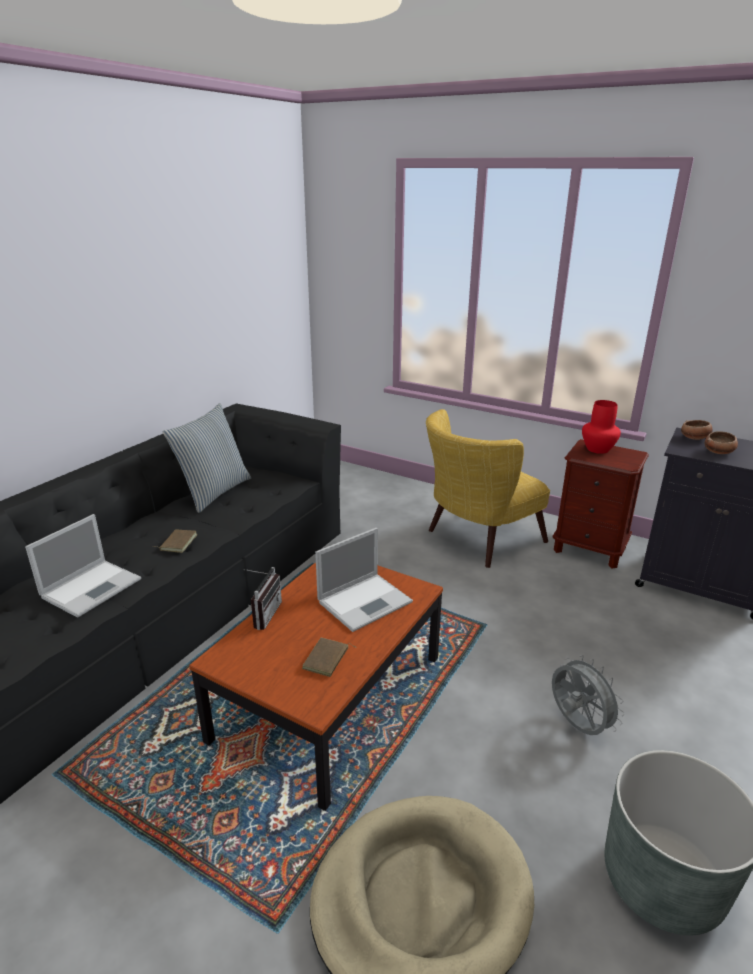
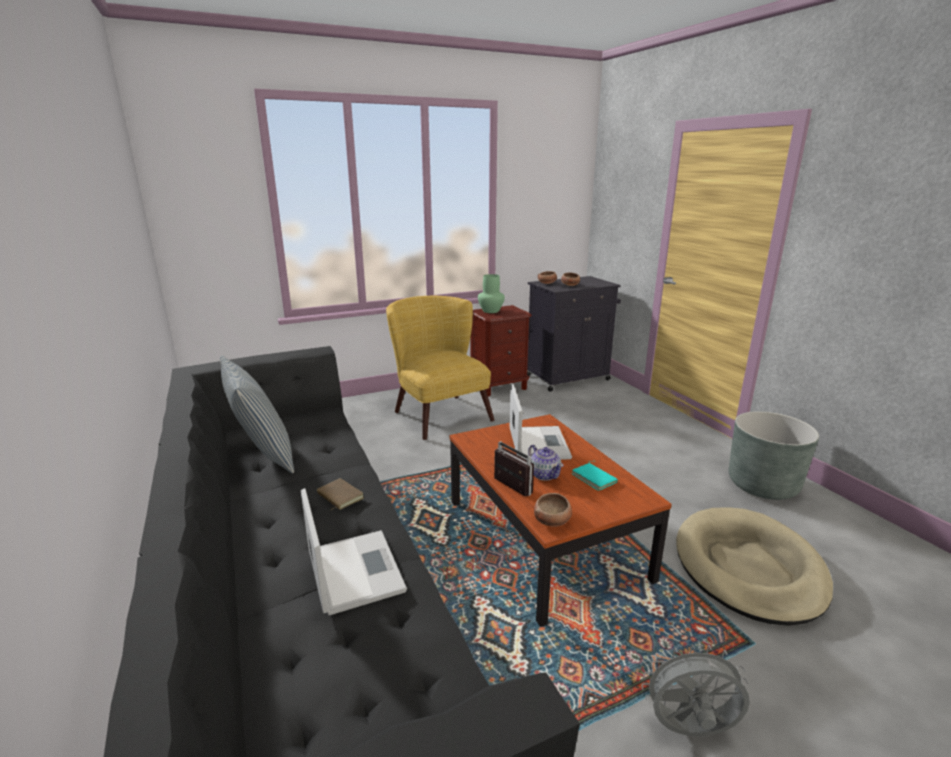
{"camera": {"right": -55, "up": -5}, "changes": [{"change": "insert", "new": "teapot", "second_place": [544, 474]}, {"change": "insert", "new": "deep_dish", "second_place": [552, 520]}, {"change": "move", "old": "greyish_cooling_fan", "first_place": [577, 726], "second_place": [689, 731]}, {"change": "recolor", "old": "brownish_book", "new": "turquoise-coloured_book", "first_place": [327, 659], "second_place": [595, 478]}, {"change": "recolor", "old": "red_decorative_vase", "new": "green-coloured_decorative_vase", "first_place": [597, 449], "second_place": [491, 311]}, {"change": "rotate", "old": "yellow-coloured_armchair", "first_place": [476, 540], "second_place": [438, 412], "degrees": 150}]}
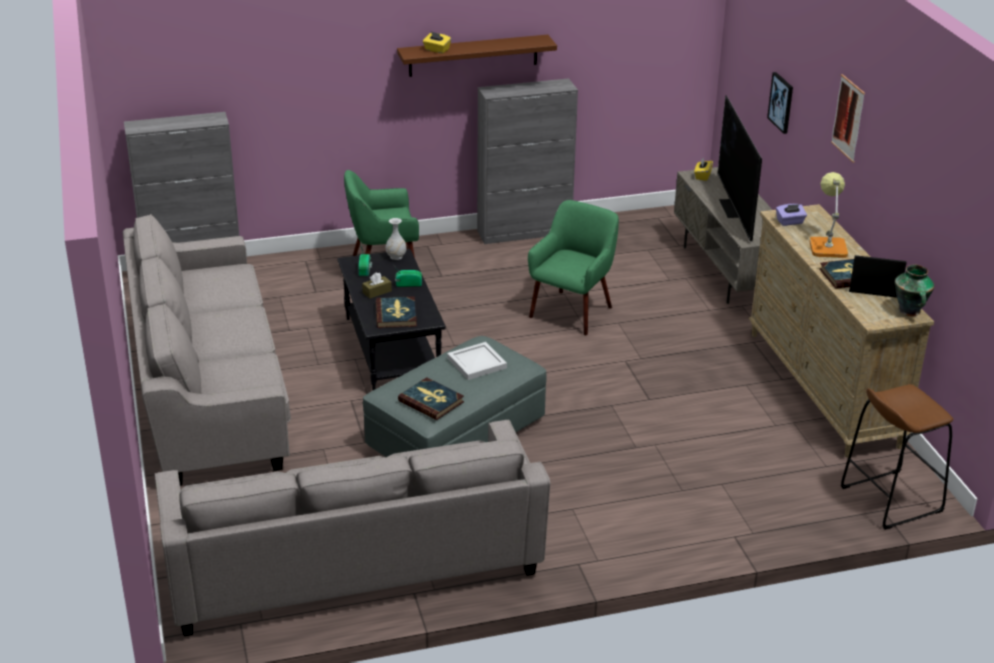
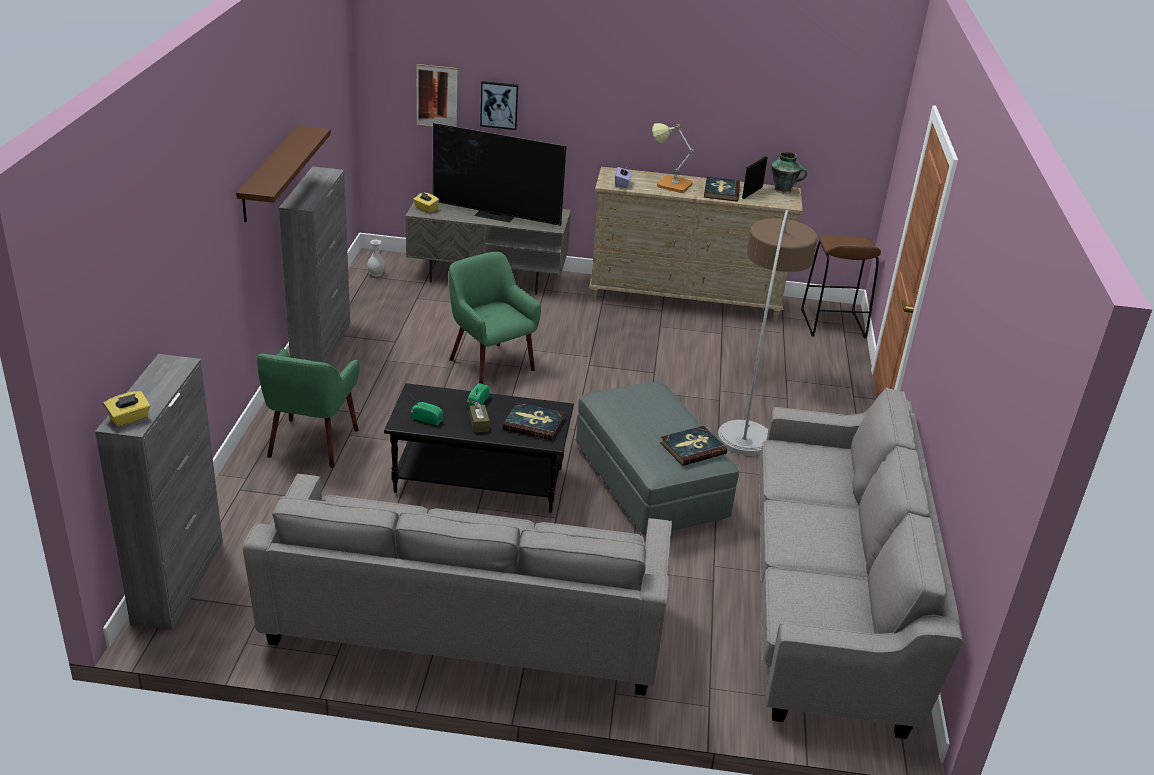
{"camera": {"right": -70, "up": 0}, "changes": [{"change": "delete", "old": "white-coloured_tray", "first_place": [478, 363]}, {"change": "insert", "new": "standard_lamp", "second_place": [753, 400]}, {"change": "move", "old": "white-coloured_decorative_vase", "first_place": [396, 256], "second_place": [376, 274]}, {"change": "move", "old": "yellow-coloured_tissue_box", "first_place": [436, 50], "second_place": [129, 419]}, {"change": "move", "old": "wall_picture", "first_place": [848, 118], "second_place": [436, 96]}]}
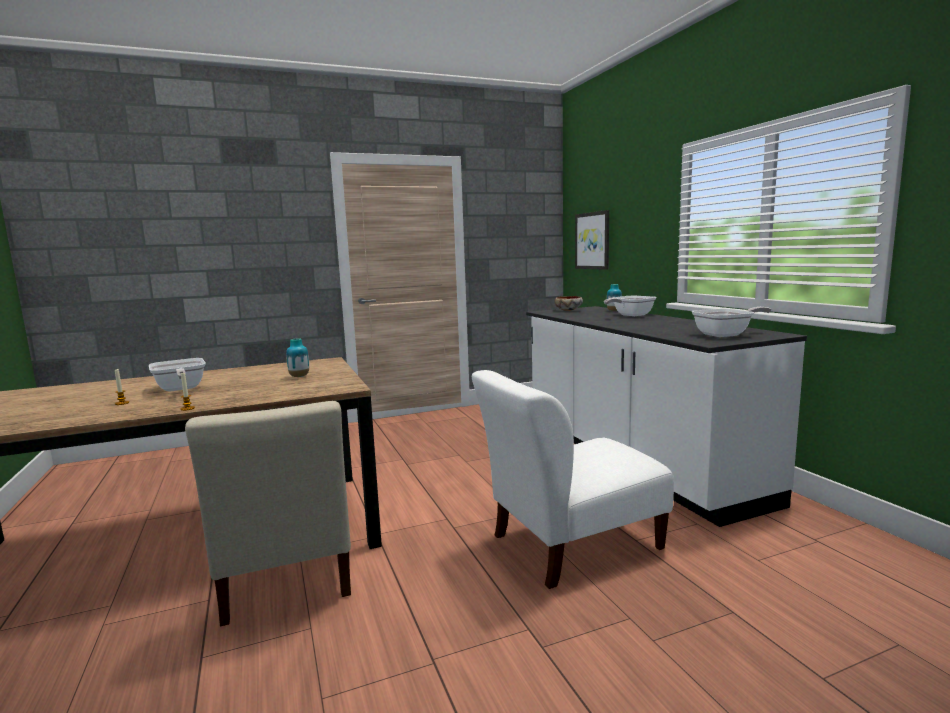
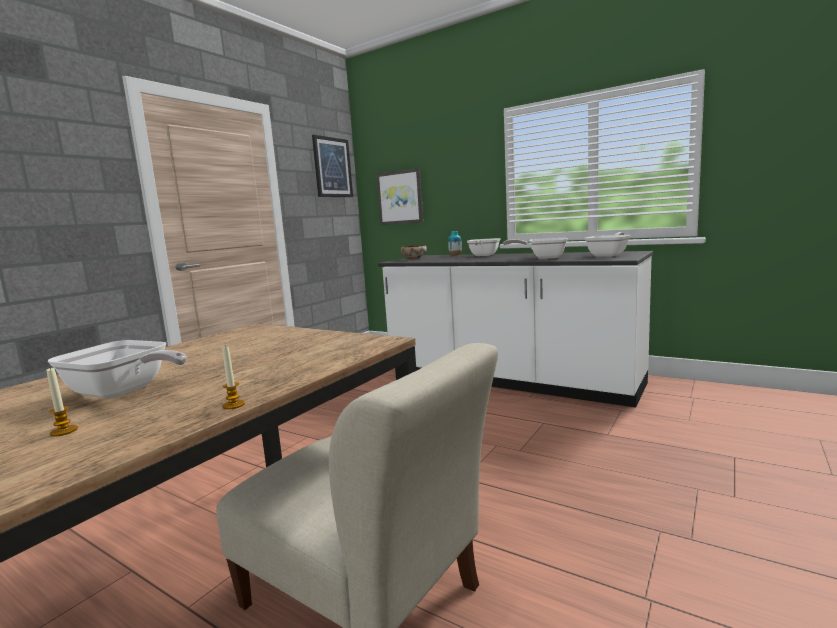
{"camera": {"right": -35, "up": 0}, "changes": [{"change": "delete", "old": "decorative_vase", "first_place": [299, 376]}, {"change": "delete", "old": "white-coloured_chair", "first_place": [570, 545]}, {"change": "insert", "new": "wall_picture", "second_place": [332, 167]}, {"change": "insert", "new": "frying_pan", "second_place": [543, 258]}]}
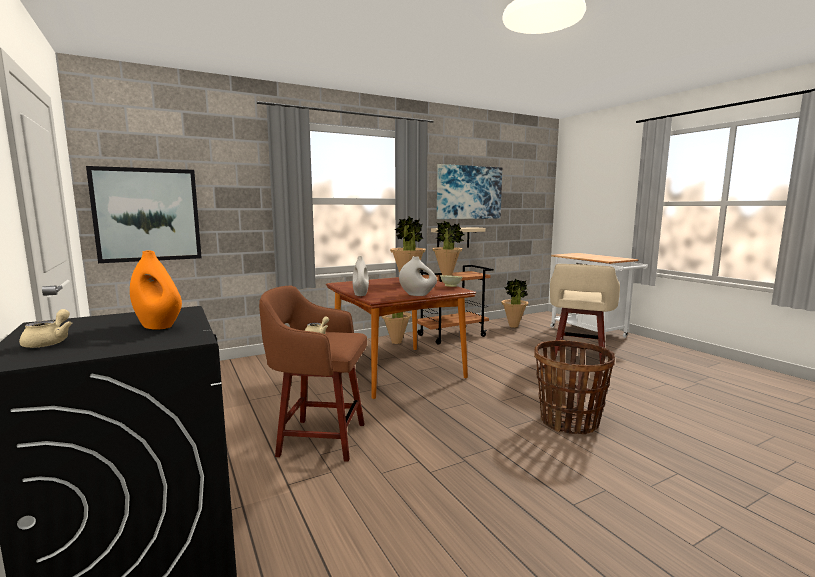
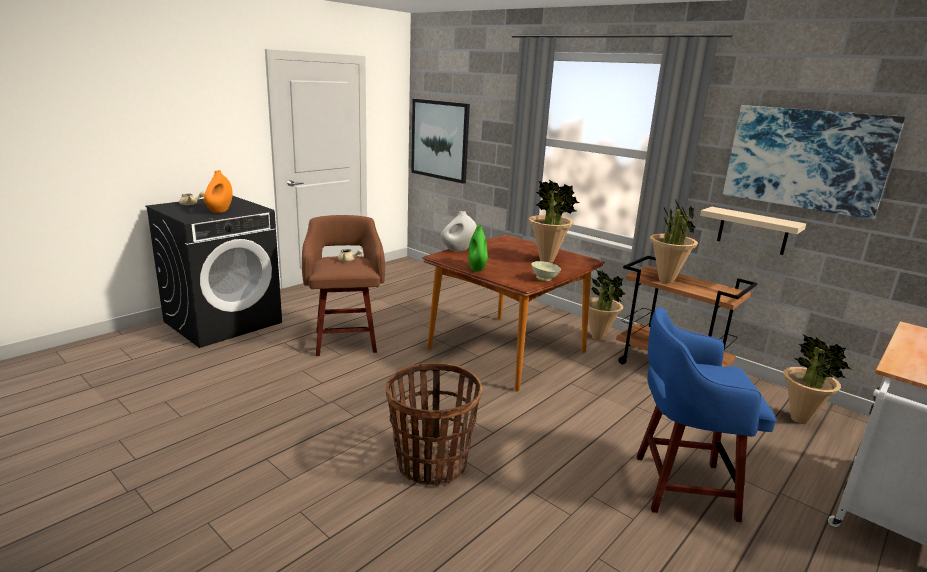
{"camera": {"right": 70, "up": 10}, "changes": [{"change": "recolor", "old": "white-coloured_decorative_vase", "new": "green-coloured_decorative_vase", "first_place": [417, 294], "second_place": [477, 268]}, {"change": "recolor", "old": "sand-coloured_sitting_stool", "new": "blue-coloured_sitting_stool", "first_place": [578, 360], "second_place": [680, 486]}]}
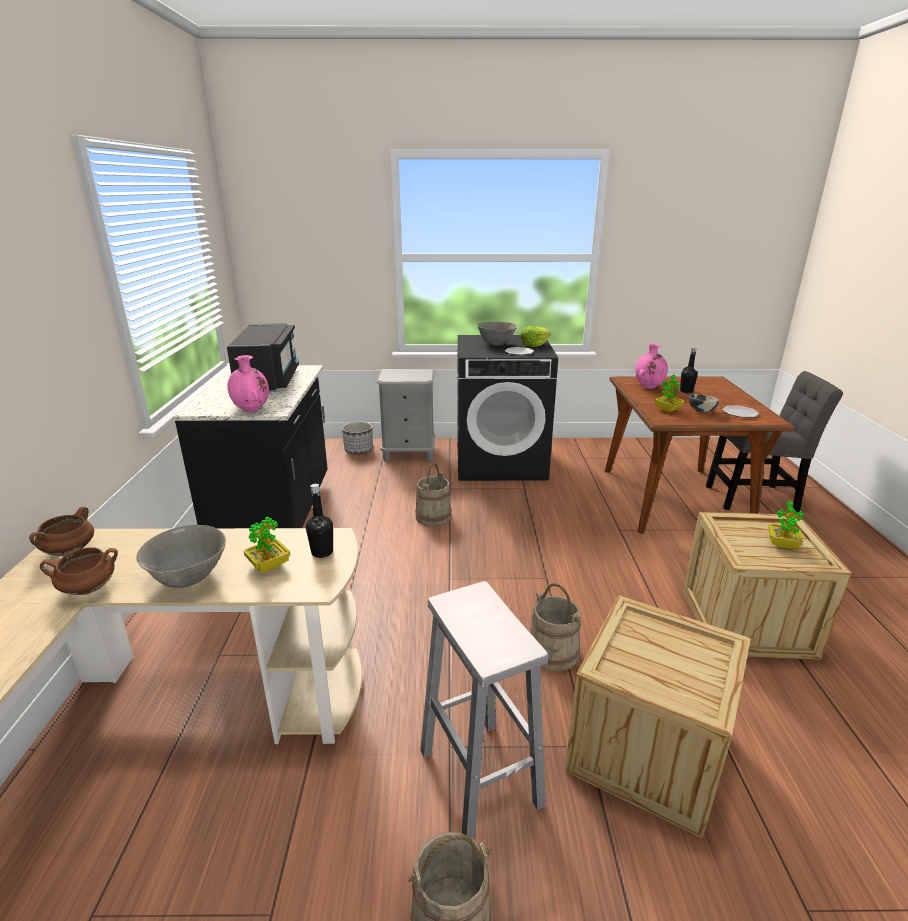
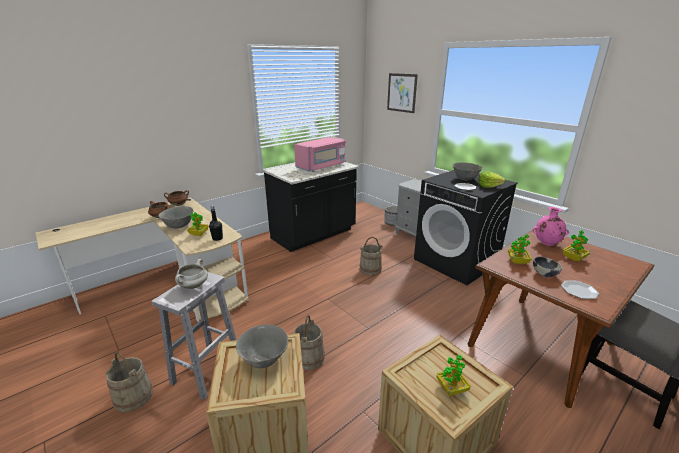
{"camera": {"right": 50, "up": 0}, "changes": [{"change": "delete", "old": "pinkish_decorative_vase", "first_place": [252, 410]}, {"change": "insert", "new": "white-coloured_saucepot", "second_place": [193, 286]}, {"change": "insert", "new": "greyish_deep_dish", "second_place": [264, 359]}, {"change": "insert", "new": "wall_picture", "second_place": [401, 92]}, {"change": "replace", "old": "blackish_drink_bottle", "new": "plant_in_a_pot", "first_place": [686, 391], "second_place": [573, 258]}, {"change": "recolor", "old": "blackish_kitchen_microwave", "new": "pinkish_kitchen_microwave", "first_place": [268, 381], "second_place": [321, 166]}]}
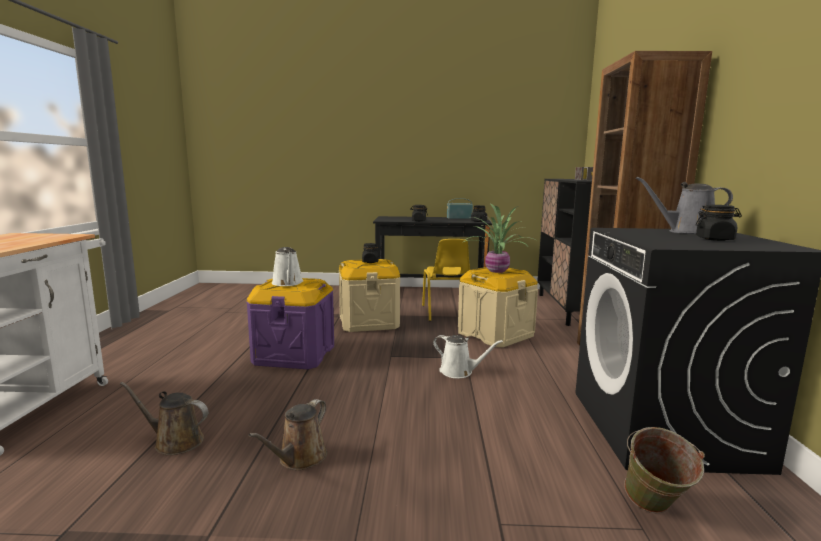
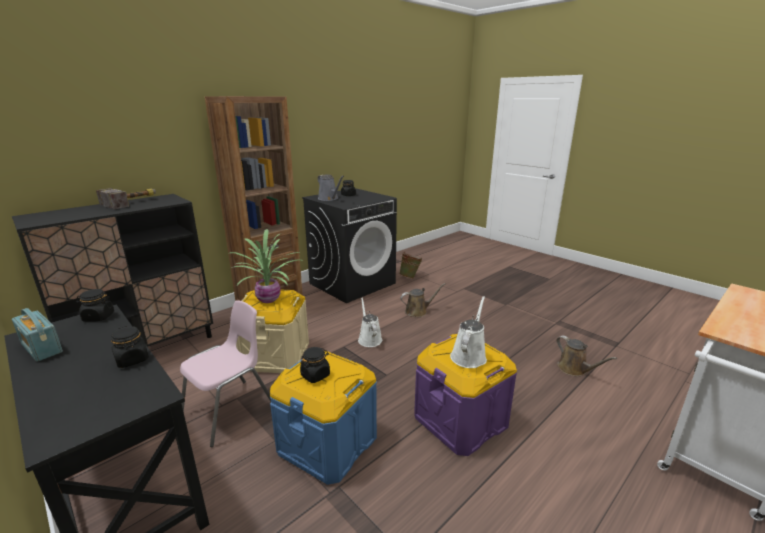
{"camera": {"right": -135, "up": 10}, "changes": [{"change": "move", "old": "brownish_sprinkling_can", "first_place": [299, 459], "second_place": [418, 311]}, {"change": "recolor", "old": "sand-coloured_storage_container", "new": "blue-coloured_storage_container", "first_place": [368, 322], "second_place": [327, 444]}, {"change": "recolor", "old": "yellow-coloured_chair", "new": "pinkish_chair", "first_place": [447, 313], "second_place": [231, 410]}]}
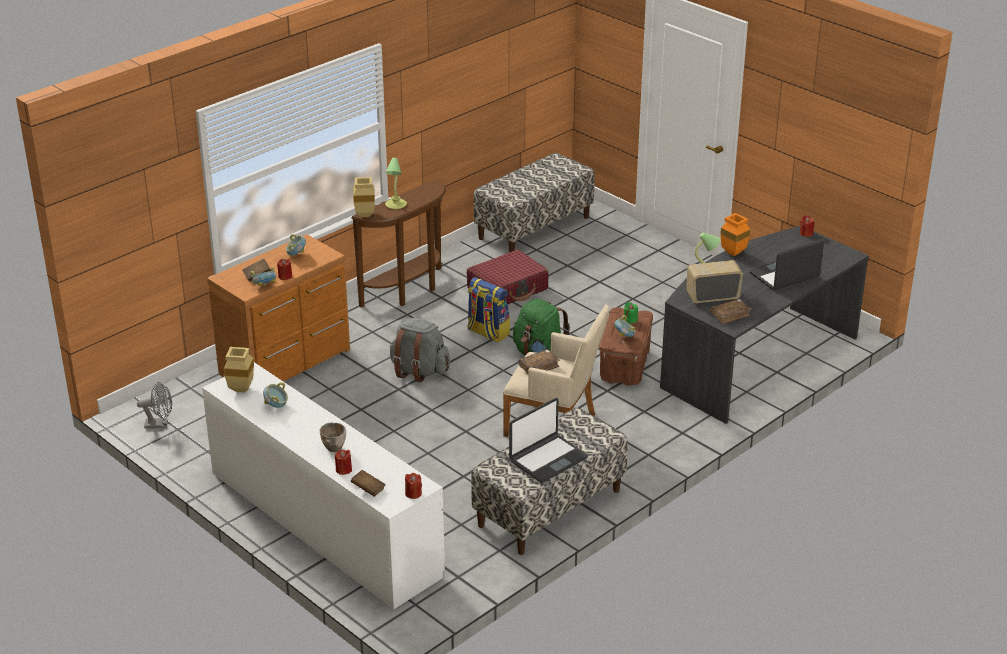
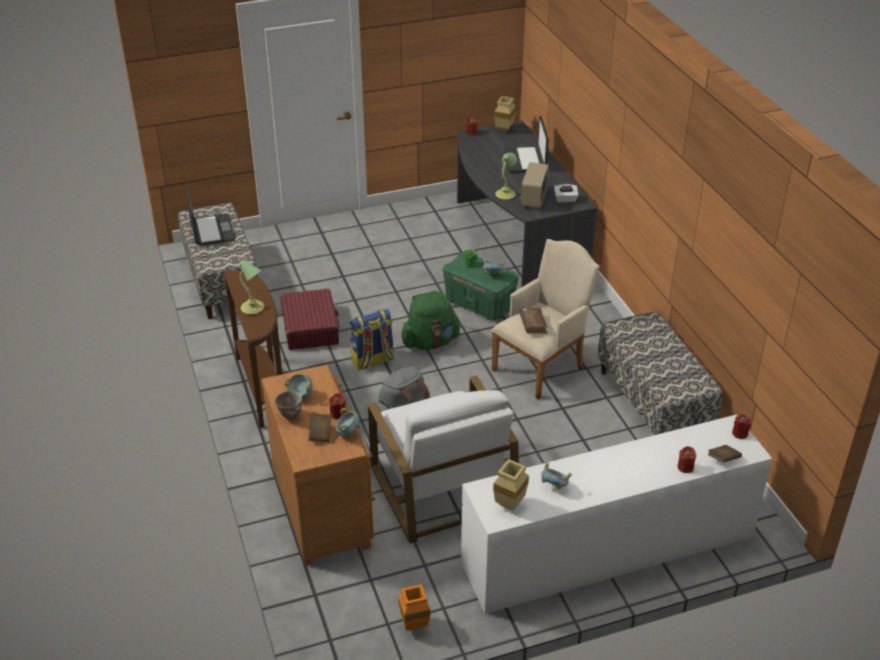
{"camera": {"right": -65, "up": 5}, "changes": [{"change": "delete", "old": "greyish_cooling_fan", "first_place": [160, 424]}, {"change": "insert", "new": "white-coloured_armchair", "second_place": [442, 486]}, {"change": "move", "old": "deep_dish", "first_place": [334, 448], "second_place": [290, 415]}, {"change": "move", "old": "sand-coloured_decorative_vase", "first_place": [363, 215], "second_place": [504, 130]}, {"change": "move", "old": "laptop", "first_place": [548, 459], "second_place": [211, 231]}, {"change": "move", "old": "orangey_decorative_vase", "first_place": [734, 253], "second_place": [415, 624]}, {"change": "replace", "old": "brownish_book", "new": "white-coloured_tissue_box", "first_place": [730, 315], "second_place": [565, 199]}, {"change": "recolor", "old": "brownish_storage_container", "new": "green-coloured_storage_container", "first_place": [625, 366], "second_place": [480, 304]}]}
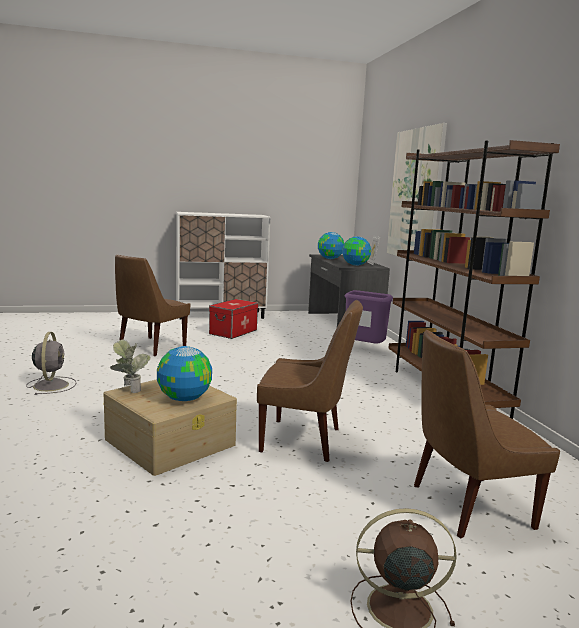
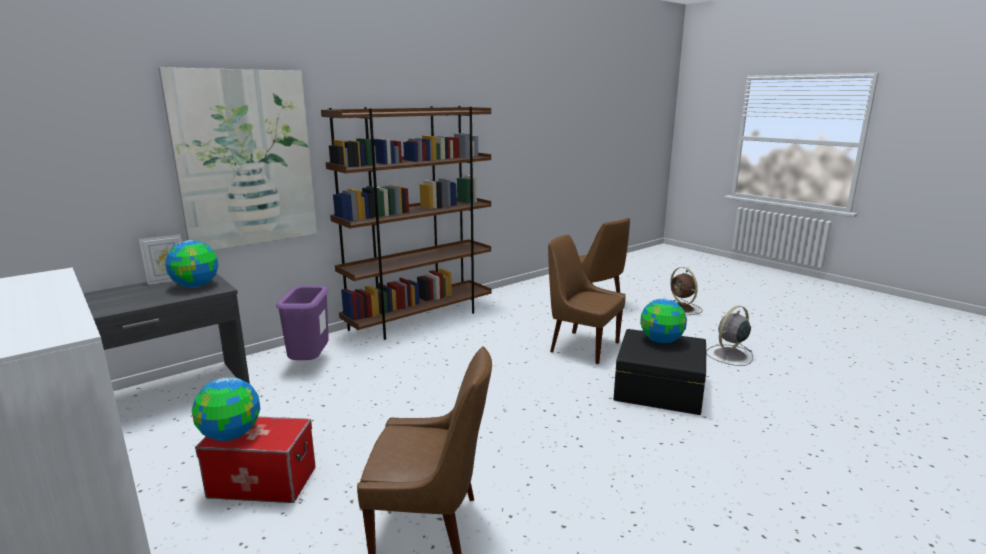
{"camera": {"right": -115, "up": 5}, "changes": [{"change": "delete", "old": "plant_in_a_pot", "first_place": [129, 390]}, {"change": "move", "old": "greyish_cooling_fan", "first_place": [51, 385], "second_place": [729, 355]}, {"change": "move", "old": "world_globe", "first_place": [330, 258], "second_place": [231, 435]}, {"change": "recolor", "old": "sand-coloured_storage_container", "new": "blackish_storage_container", "first_place": [171, 442], "second_place": [658, 387]}, {"change": "rotate", "old": "brownish_chair", "first_place": [304, 440], "second_place": [582, 346], "degrees": -45}]}
